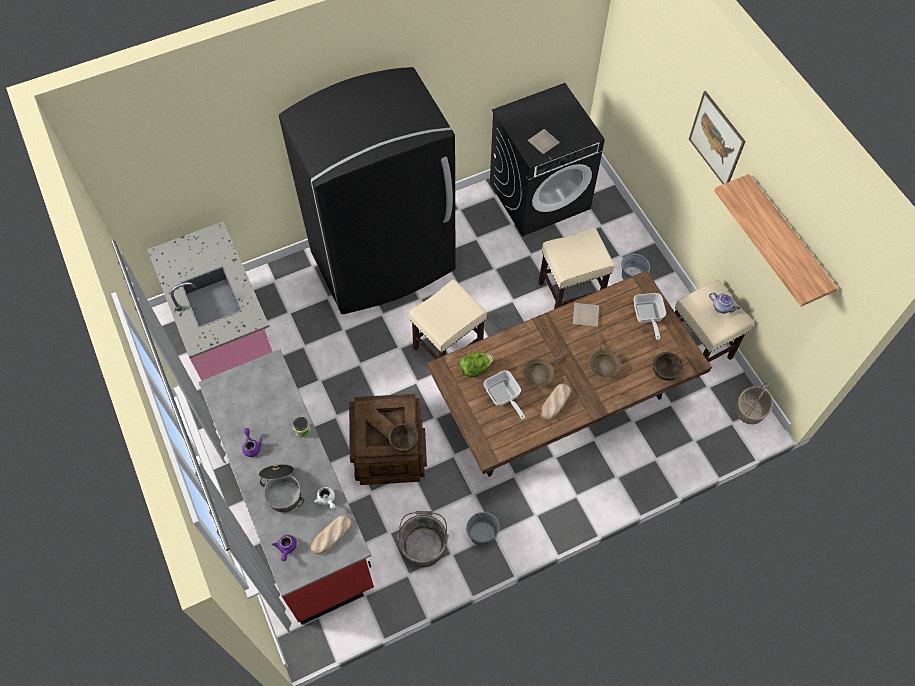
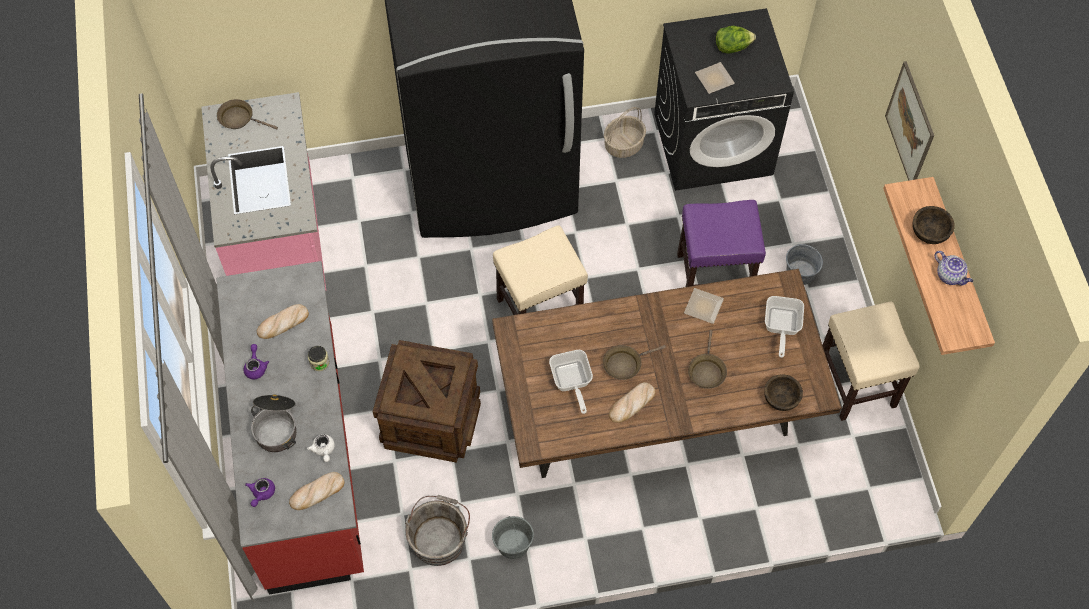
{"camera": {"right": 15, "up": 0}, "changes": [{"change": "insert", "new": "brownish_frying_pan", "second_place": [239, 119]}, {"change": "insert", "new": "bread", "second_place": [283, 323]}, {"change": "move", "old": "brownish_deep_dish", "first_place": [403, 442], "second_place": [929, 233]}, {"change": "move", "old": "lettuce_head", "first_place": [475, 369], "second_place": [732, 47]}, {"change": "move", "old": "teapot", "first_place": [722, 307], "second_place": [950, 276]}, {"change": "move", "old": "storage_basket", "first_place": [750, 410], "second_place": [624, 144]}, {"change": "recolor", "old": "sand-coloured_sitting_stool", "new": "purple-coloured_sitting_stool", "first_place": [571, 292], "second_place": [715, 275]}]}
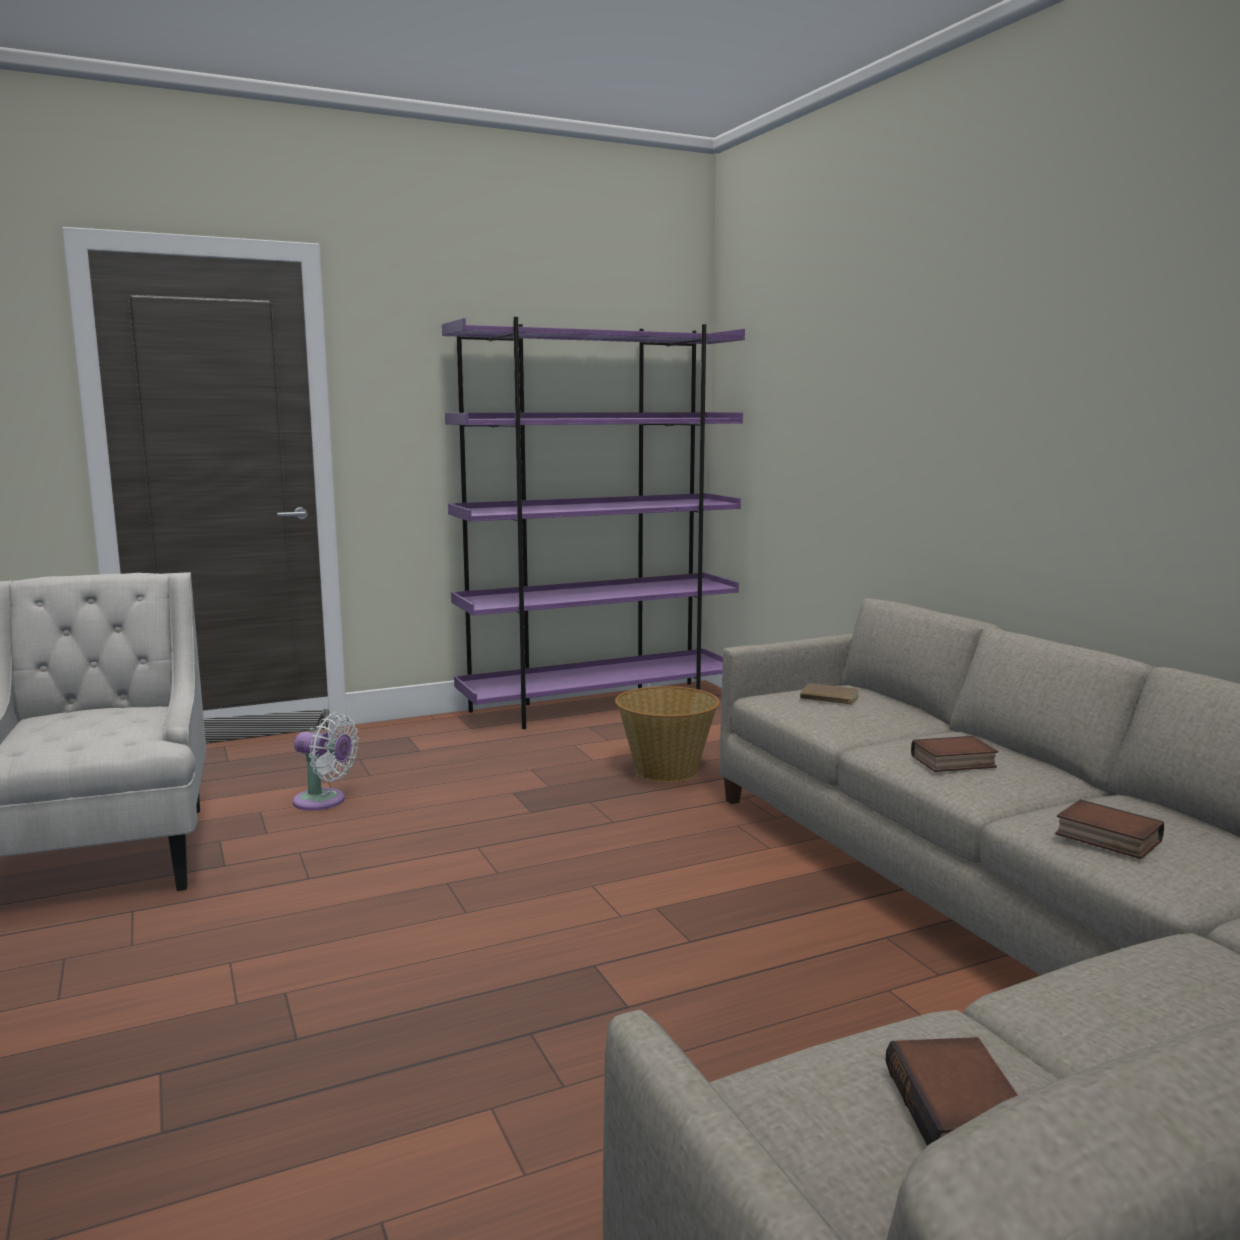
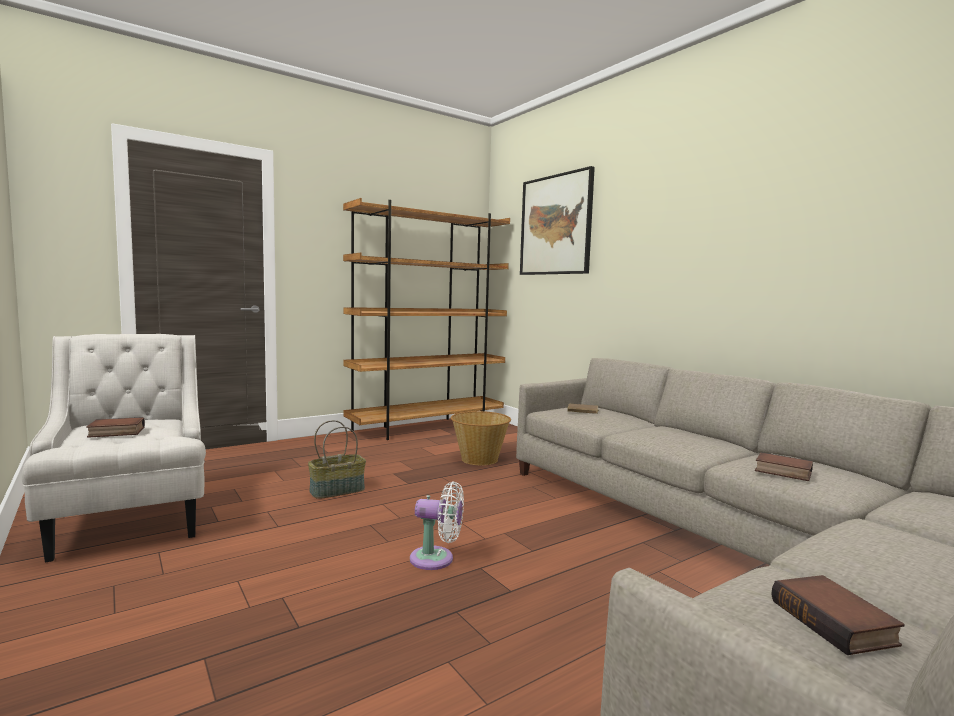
{"camera": {"right": -10, "up": -5}, "changes": [{"change": "insert", "new": "storage_basket", "second_place": [337, 490]}, {"change": "insert", "new": "wall_picture", "second_place": [555, 225]}, {"change": "move", "old": "white-coloured_cooling_fan", "first_place": [324, 801], "second_place": [436, 559]}, {"change": "move", "old": "book", "first_place": [953, 762], "second_place": [115, 432]}, {"change": "recolor", "old": "purple-coloured_shelving_unit", "new": "brownish_shelving_unit", "first_place": [599, 706], "second_place": [427, 427]}]}
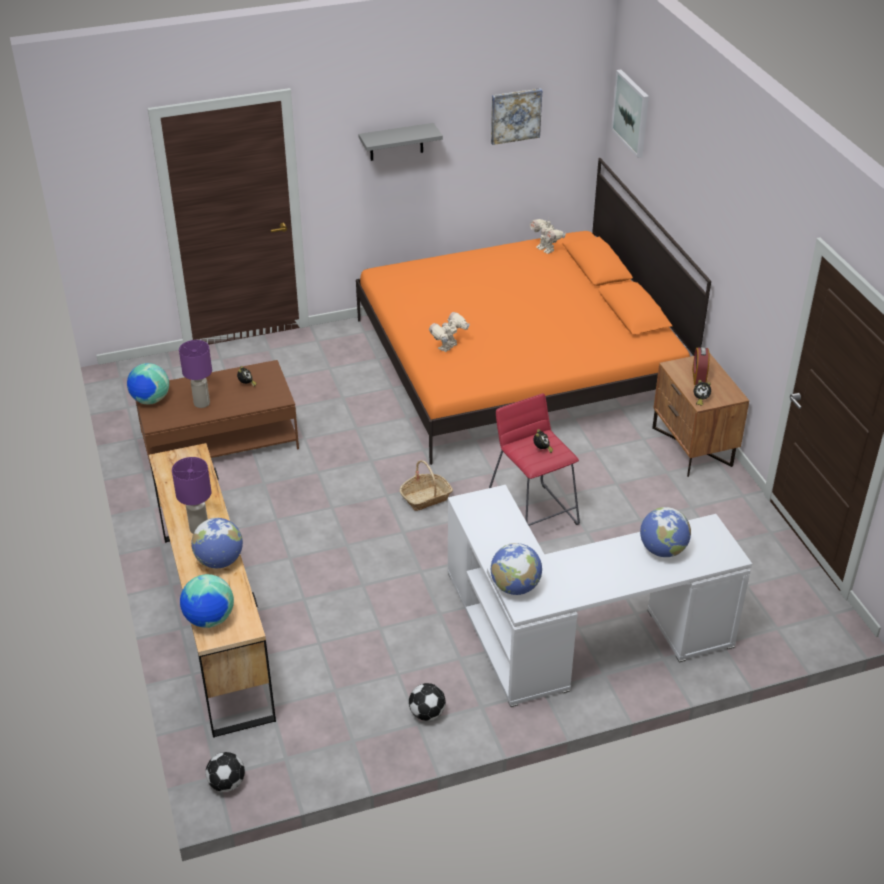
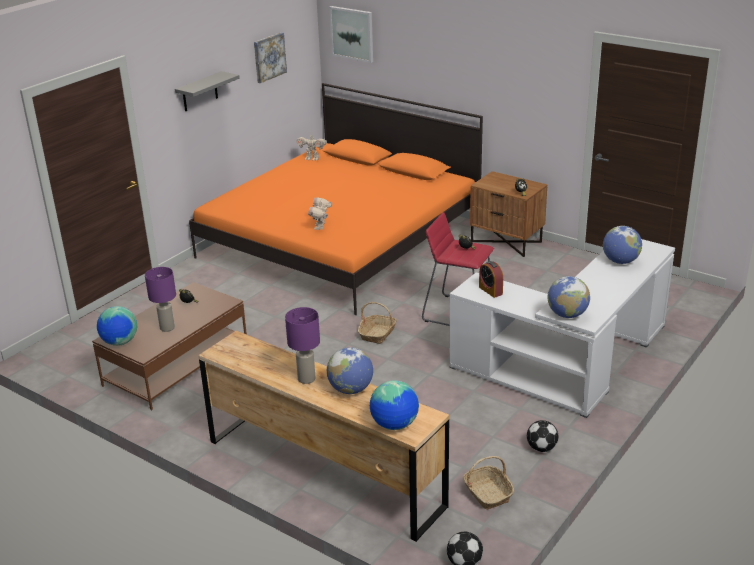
{"camera": {"right": -35, "up": -10}, "changes": [{"change": "insert", "new": "storage_basket", "second_place": [487, 493]}, {"change": "move", "old": "bedside_clock", "first_place": [699, 377], "second_place": [490, 290]}]}
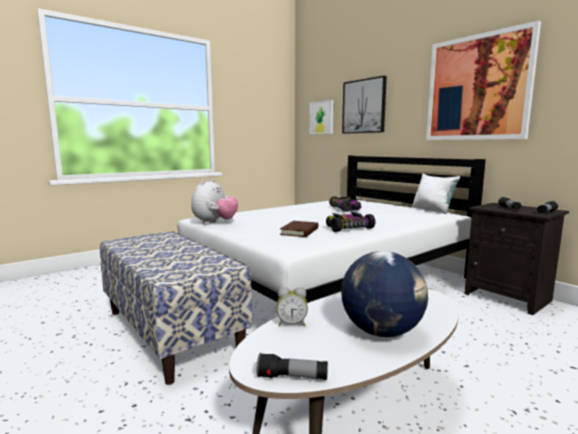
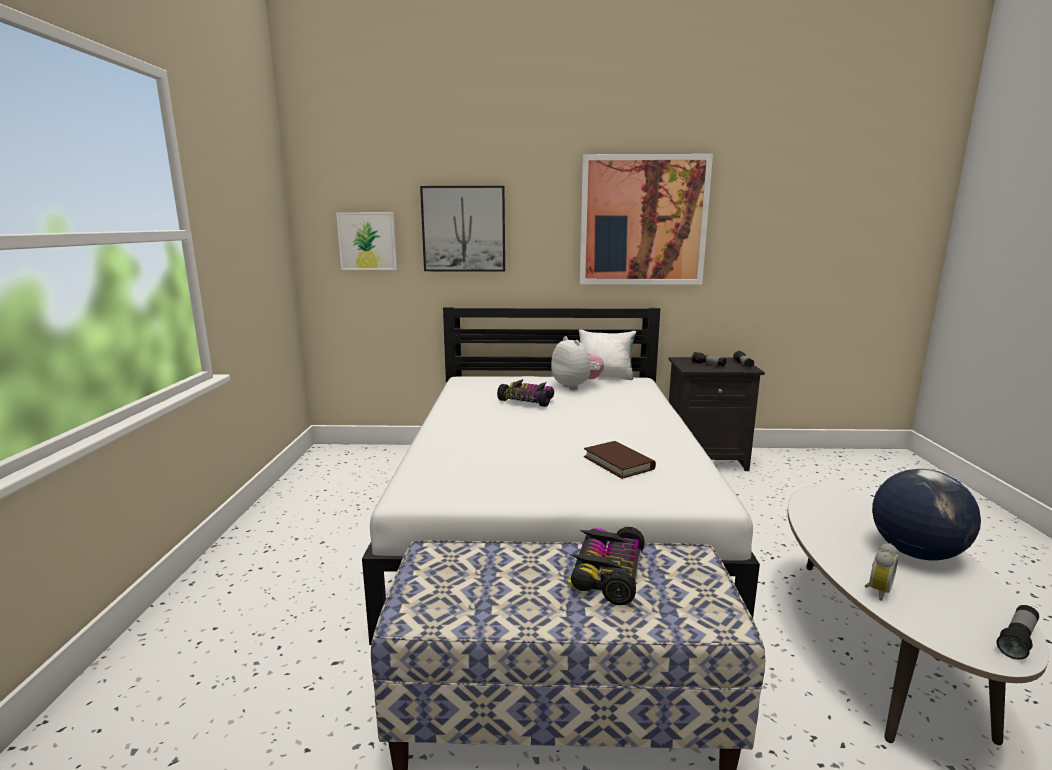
{"camera": {"right": -50, "up": 5}, "changes": [{"change": "move", "old": "plush_toy", "first_place": [214, 223], "second_place": [576, 386]}, {"change": "move", "old": "model_car", "first_place": [348, 228], "second_place": [606, 574]}]}
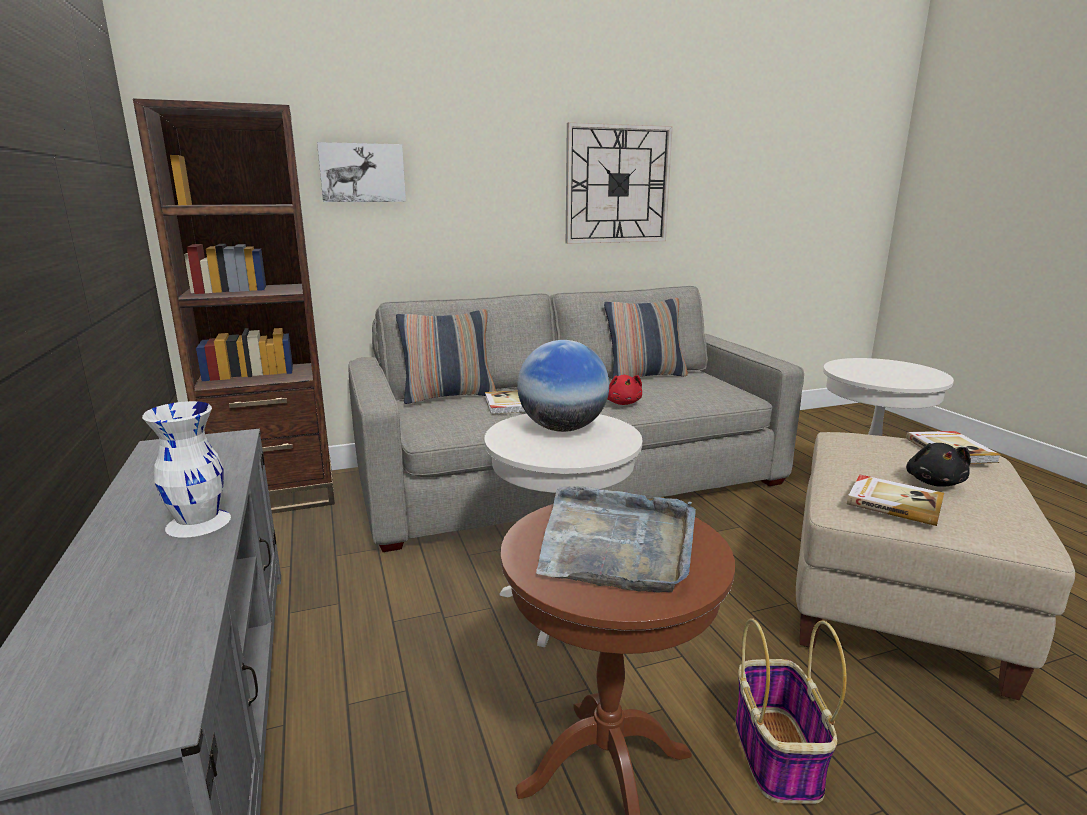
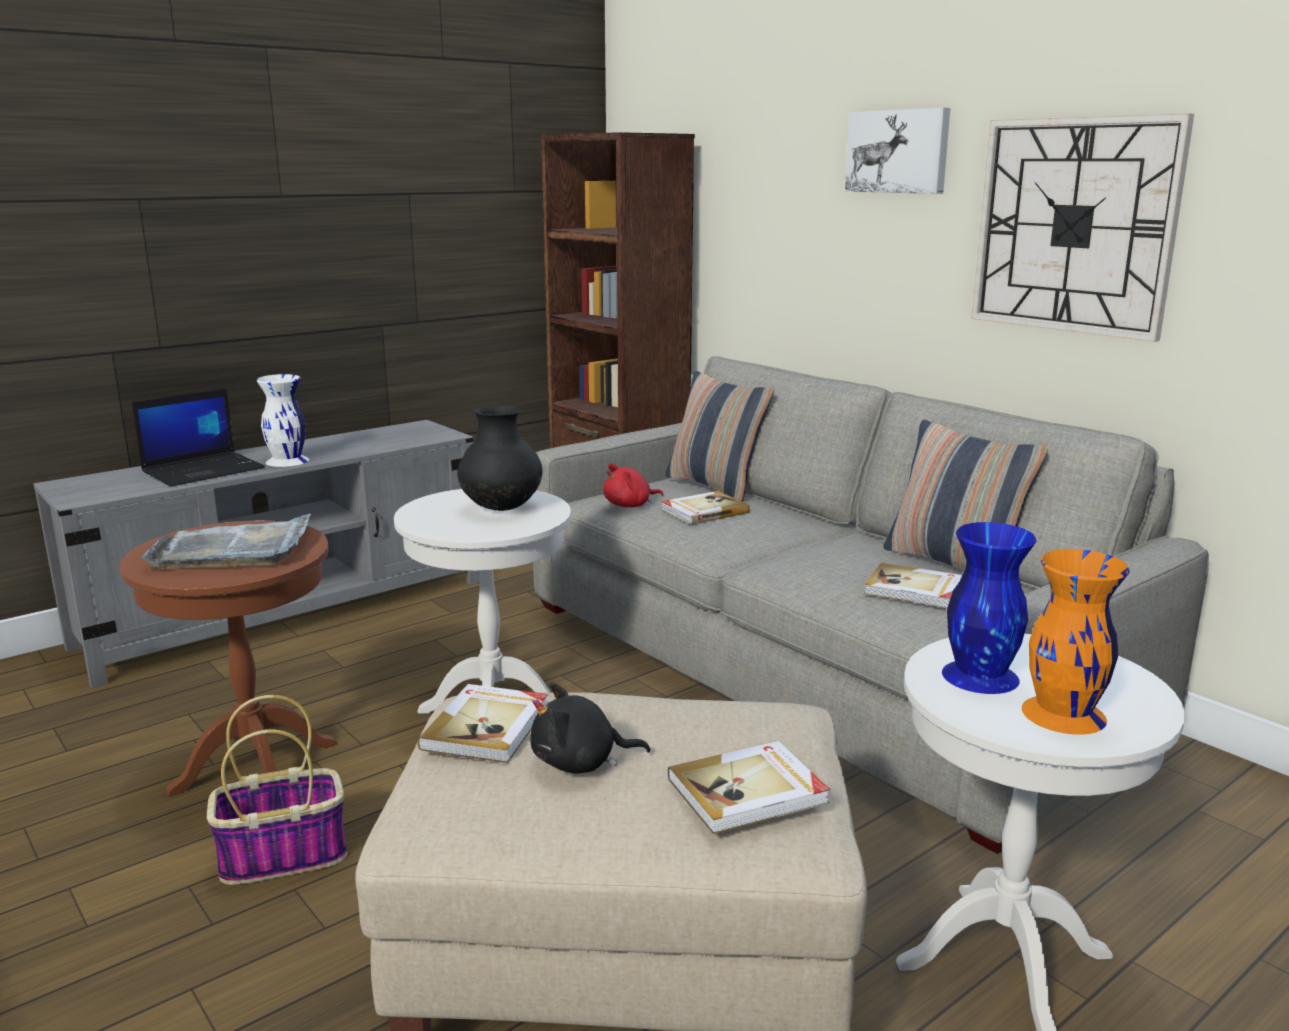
{"camera": {"right": 70, "up": 0}, "changes": [{"change": "insert", "new": "laptop", "second_place": [204, 470]}, {"change": "insert", "new": "book", "second_place": [915, 589]}, {"change": "insert", "new": "blue-coloured_decorative_vase", "second_place": [980, 675]}, {"change": "insert", "new": "orangey_decorative_vase", "second_place": [1063, 714]}, {"change": "move", "old": "wall_picture", "first_place": [362, 173], "second_place": [898, 151]}, {"change": "move", "old": "red_plush_toy", "first_place": [623, 403], "second_place": [630, 505]}, {"change": "replace", "old": "world_globe", "new": "blackish_decorative_vase", "first_place": [562, 428], "second_place": [502, 509]}]}
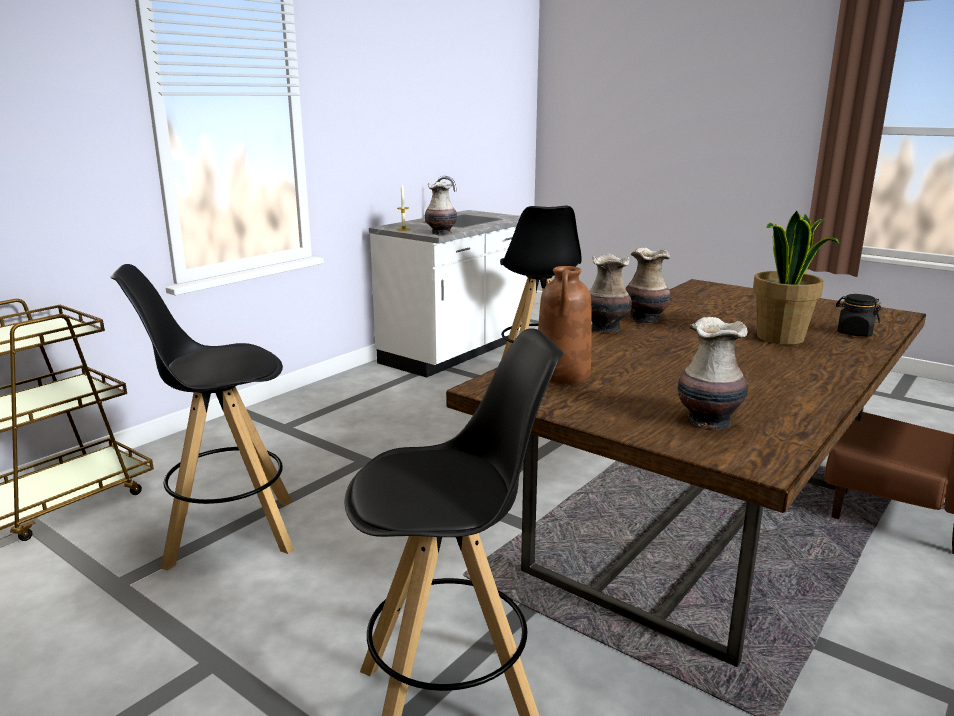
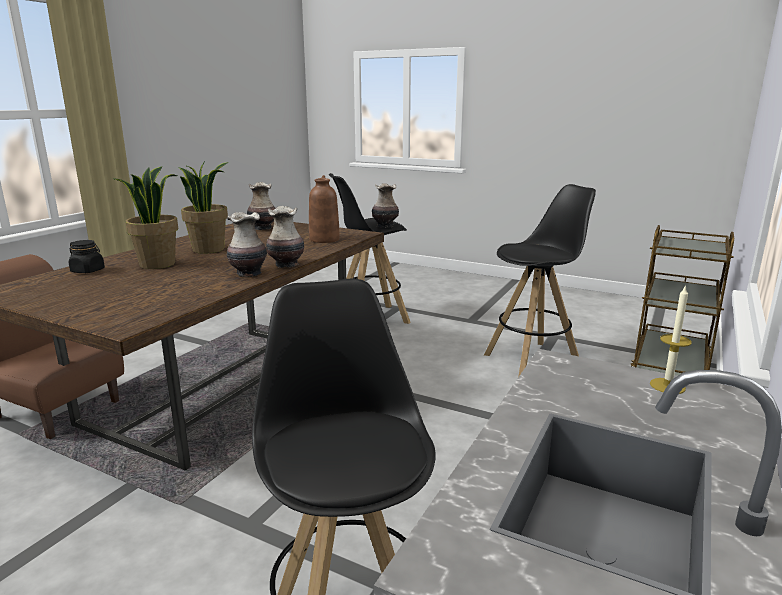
{"camera": {"right": 170, "up": 0}, "changes": [{"change": "insert", "new": "plant_in_a_pot", "second_place": [209, 249]}, {"change": "move", "old": "decorative_vase", "first_place": [441, 233], "second_place": [384, 226]}]}
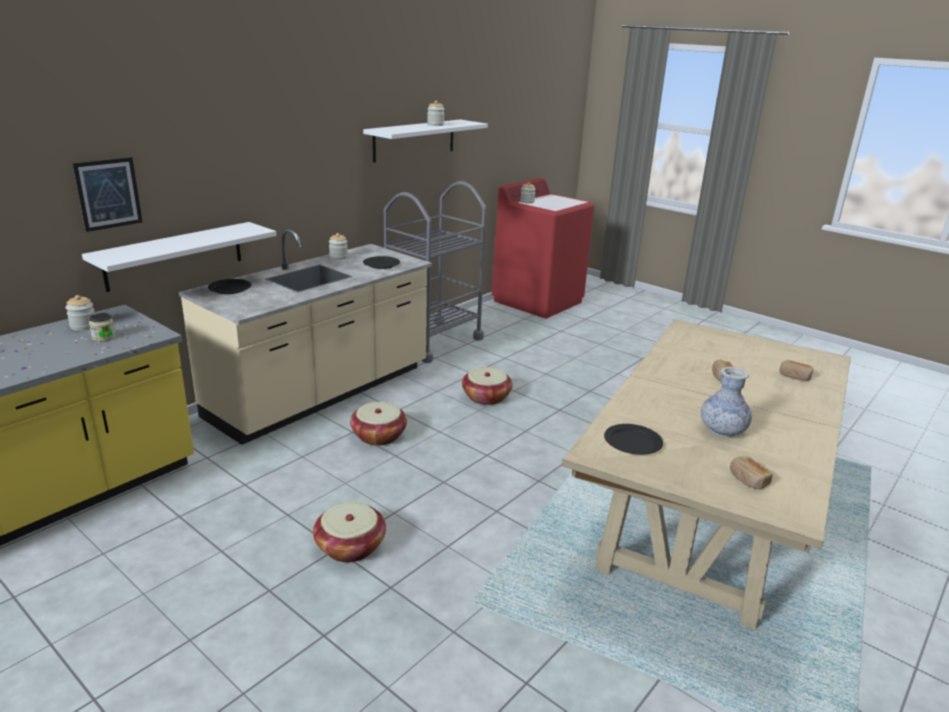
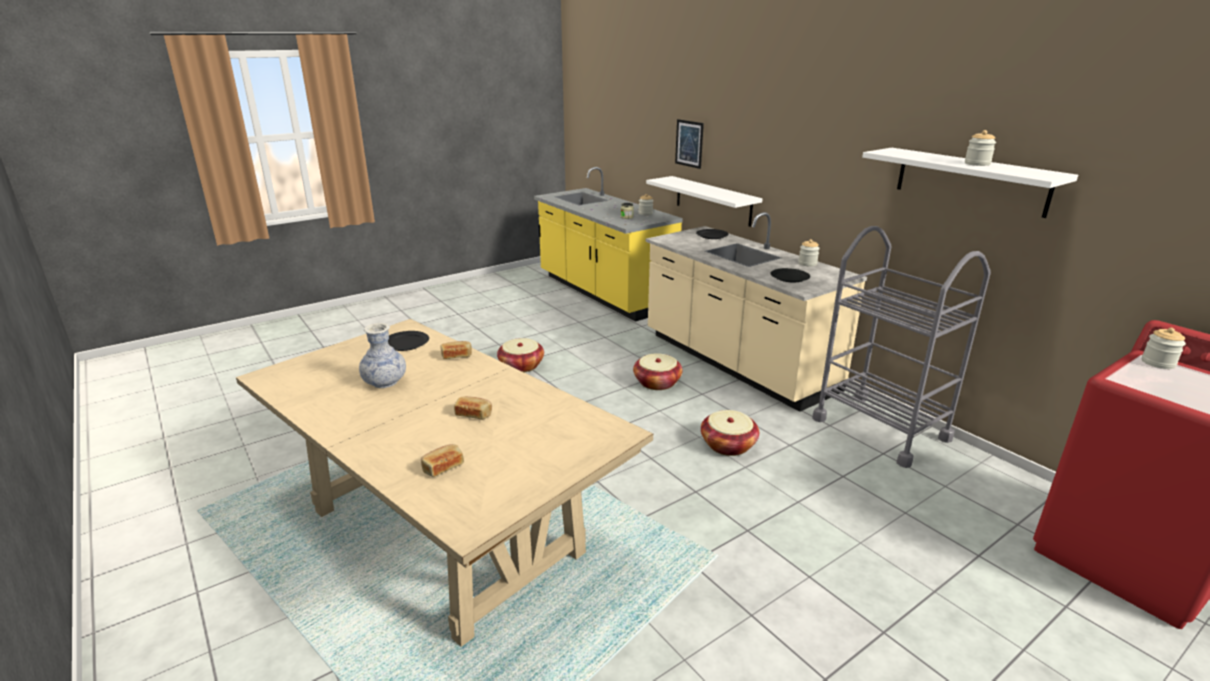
{"camera": {"right": 105, "up": 0}, "changes": [{"change": "move", "old": "bread", "first_place": [748, 480], "second_place": [456, 356]}]}
